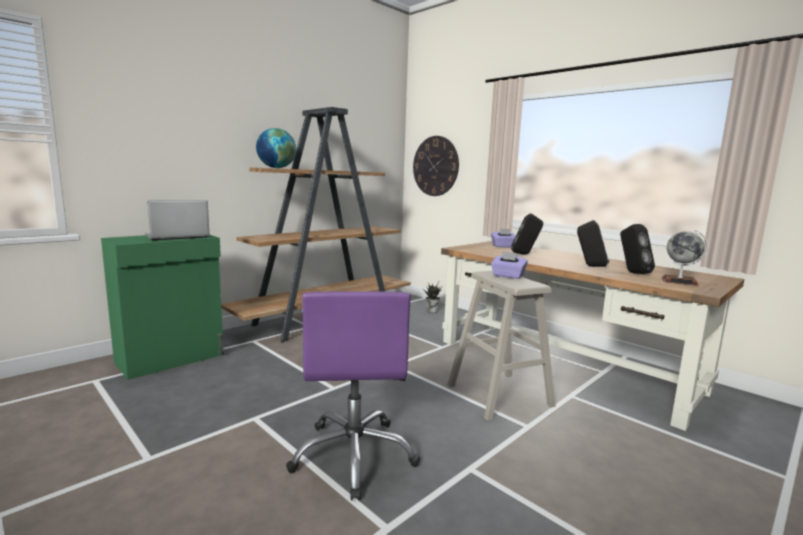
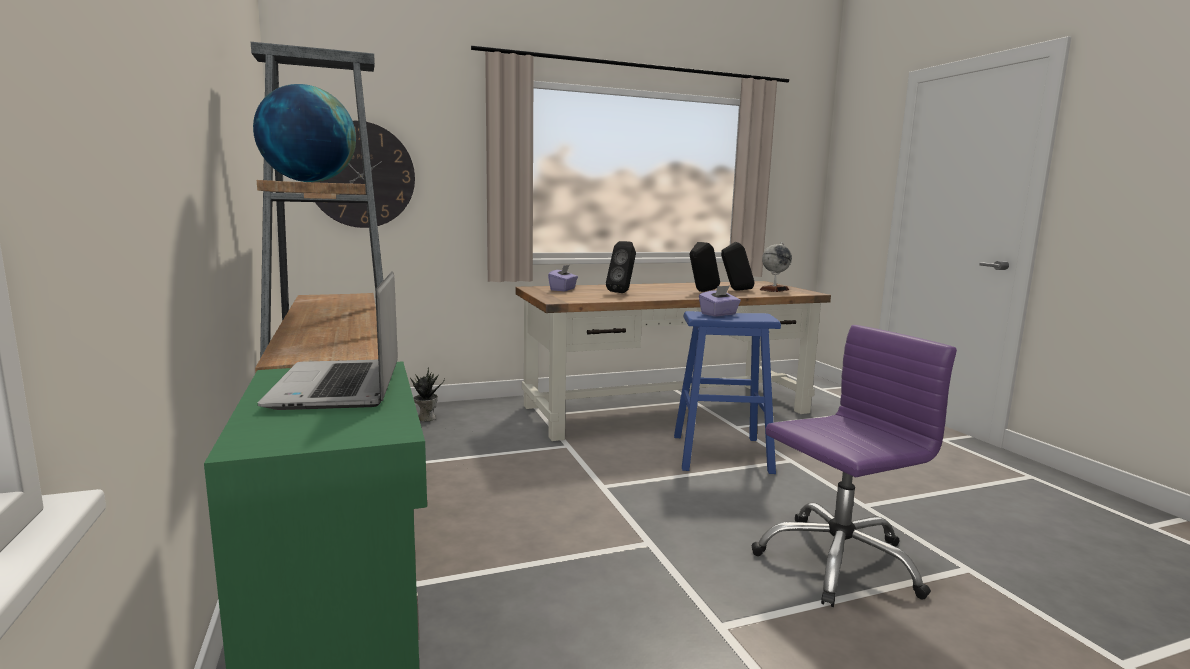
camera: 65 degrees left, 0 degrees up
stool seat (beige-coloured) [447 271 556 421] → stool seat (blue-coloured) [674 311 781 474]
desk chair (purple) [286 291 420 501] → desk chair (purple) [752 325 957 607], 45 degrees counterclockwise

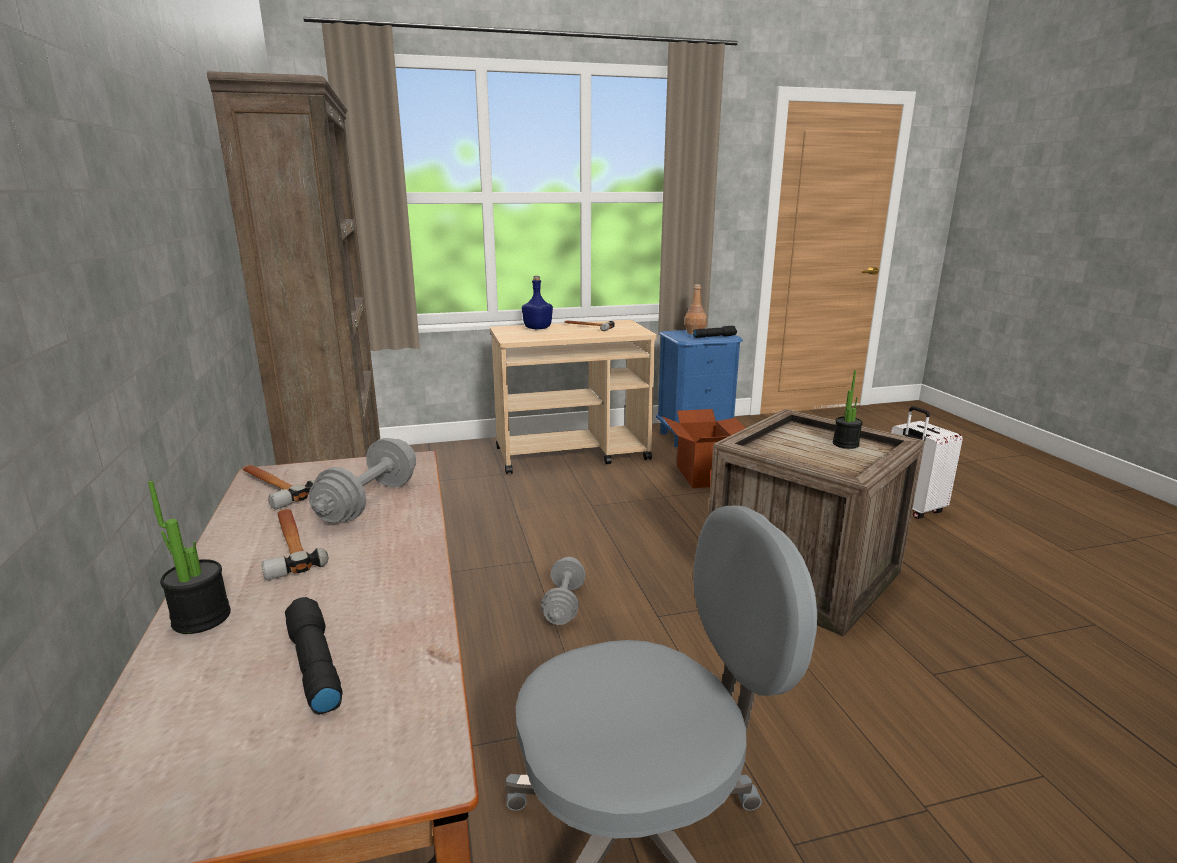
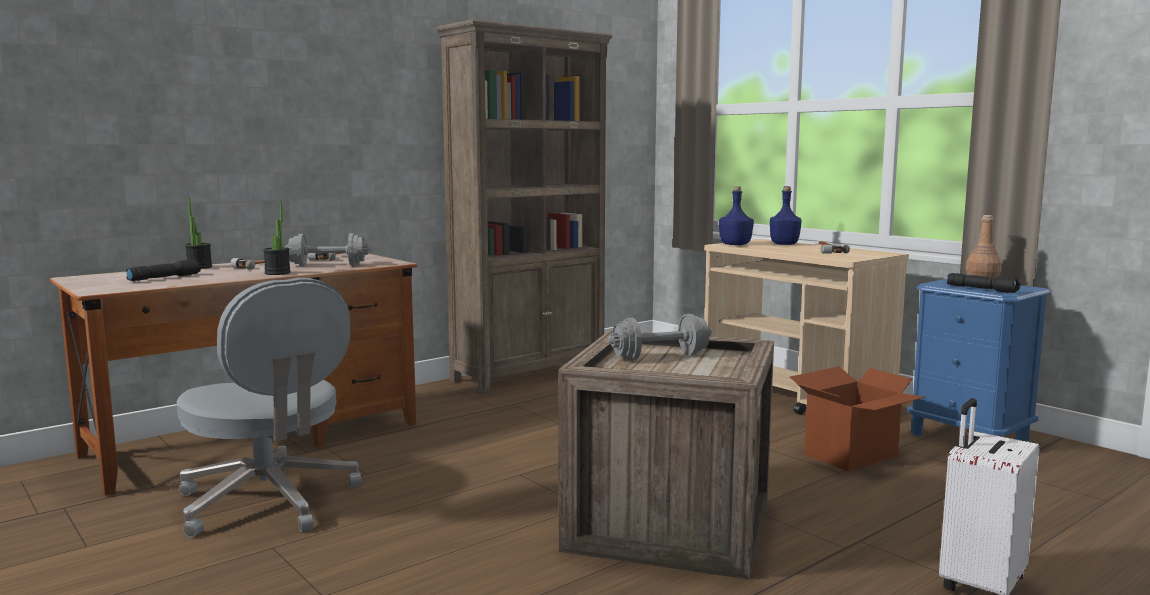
camera: 65 degrees right, 10 degrees down
houseplant [833 370 863 449] → houseplant [263 200 291 275], move
dumbbell (grey) [541 557 585 625] → dumbbell (grey) [608 314 712 360], move
- → drink bottle (blue-coloured) [719 186 754 245]

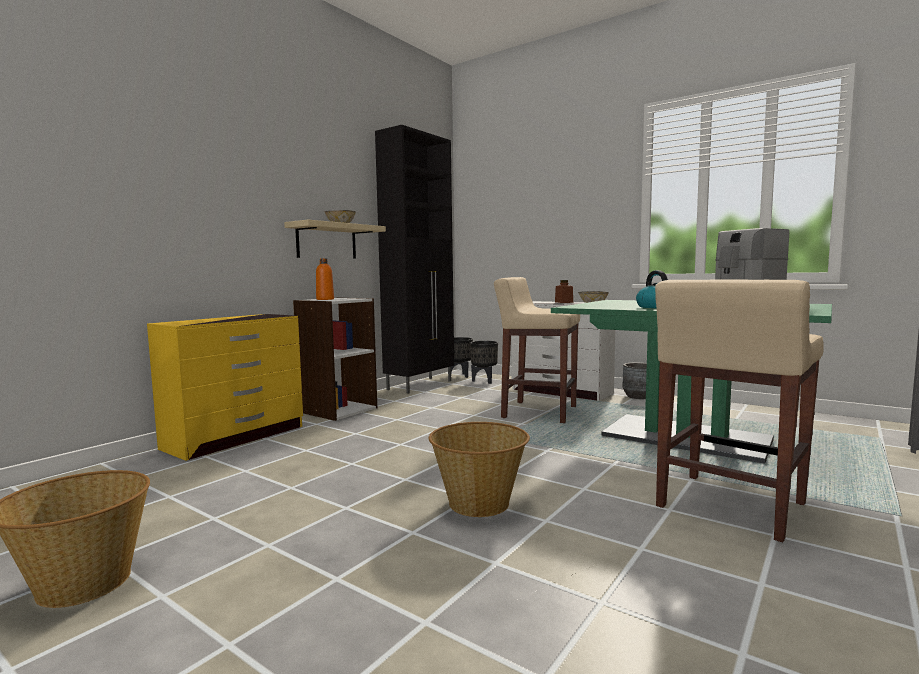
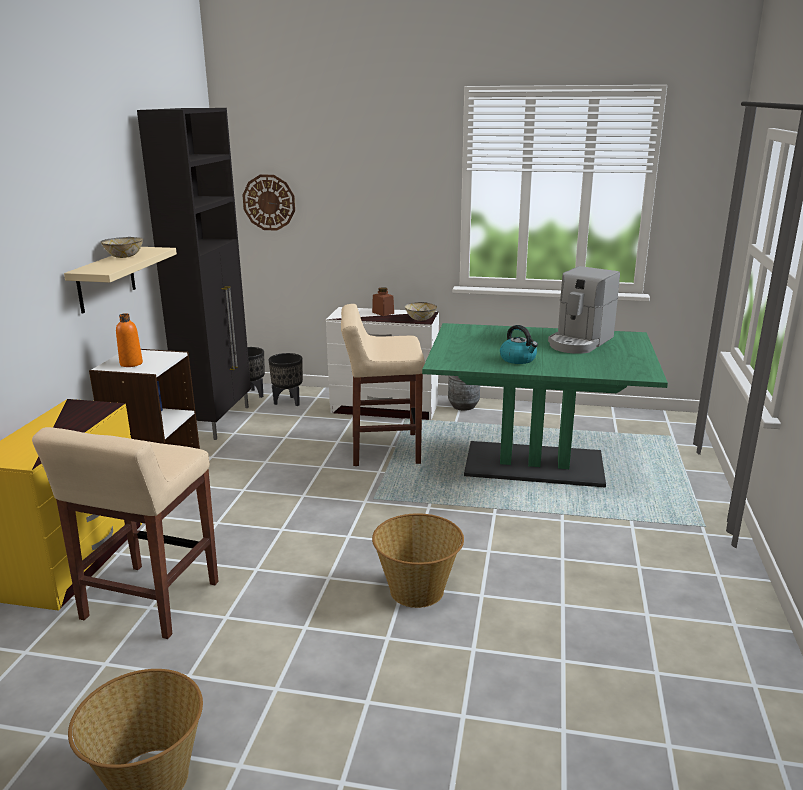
camera: 25 degrees left, 15 degrees up
stool seat (beige-coloured) [655 280 824 542] → stool seat (beige-coloured) [32 427 218 639], move
- → wall clock [242 175 295 231]

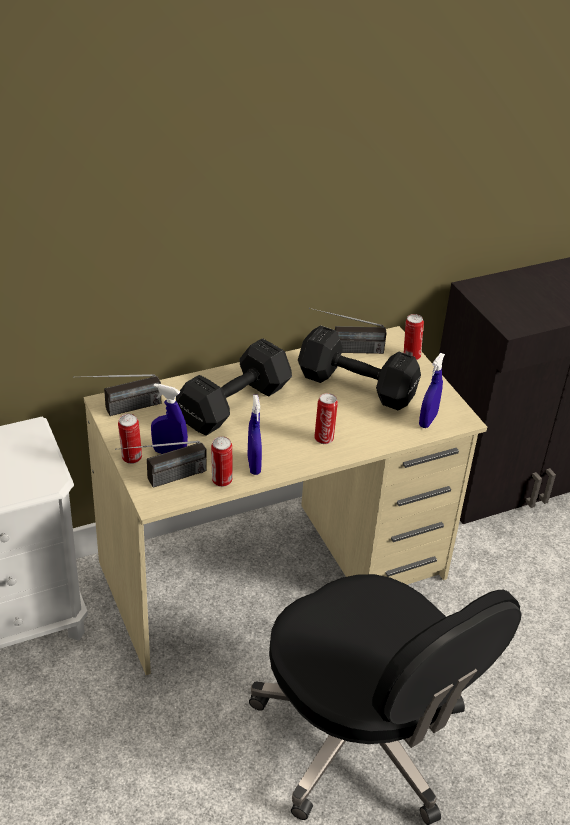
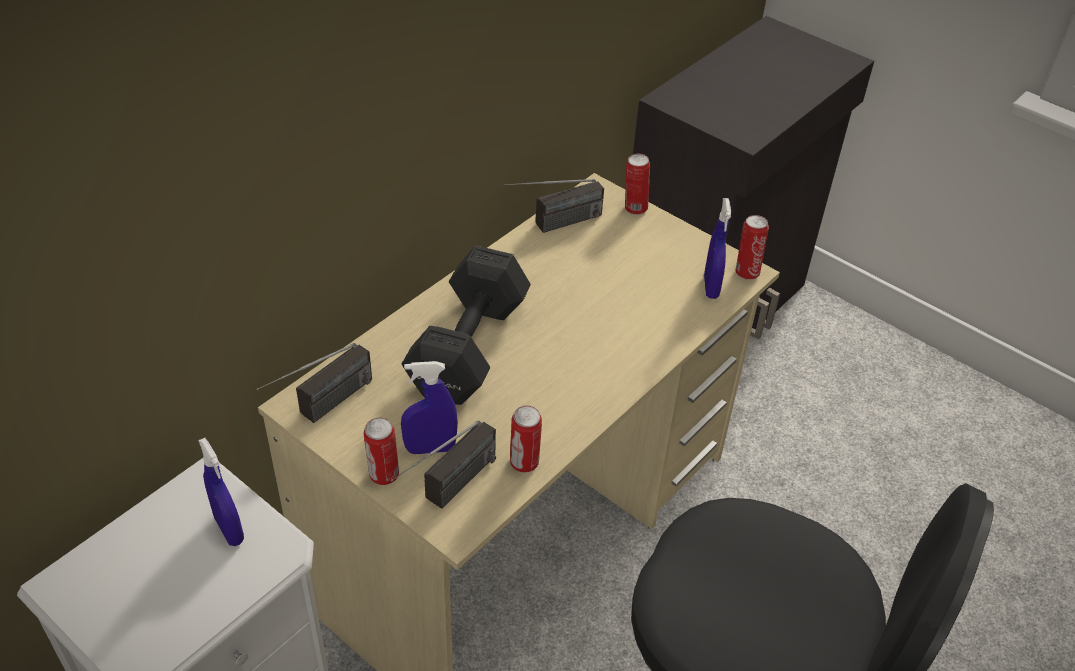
camera: 25 degrees left, 5 degrees up
dumbbell (black) [298 326 421 410] → -
sealed can [314 393 338 444] → sealed can [736 215 769 280], move
hand sprayer (blue-coloured) [247 395 262 475] → hand sprayer (blue-coloured) [198 438 244 546], move

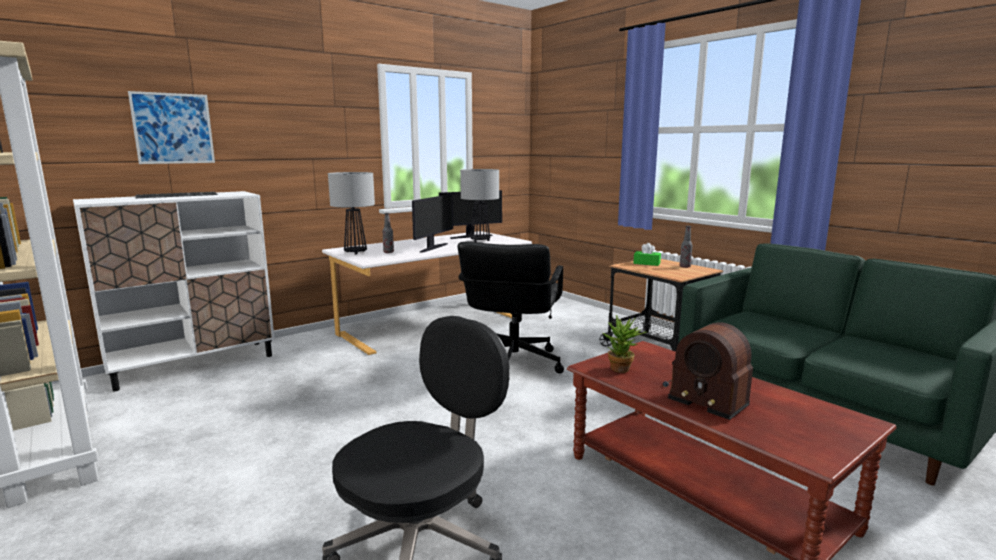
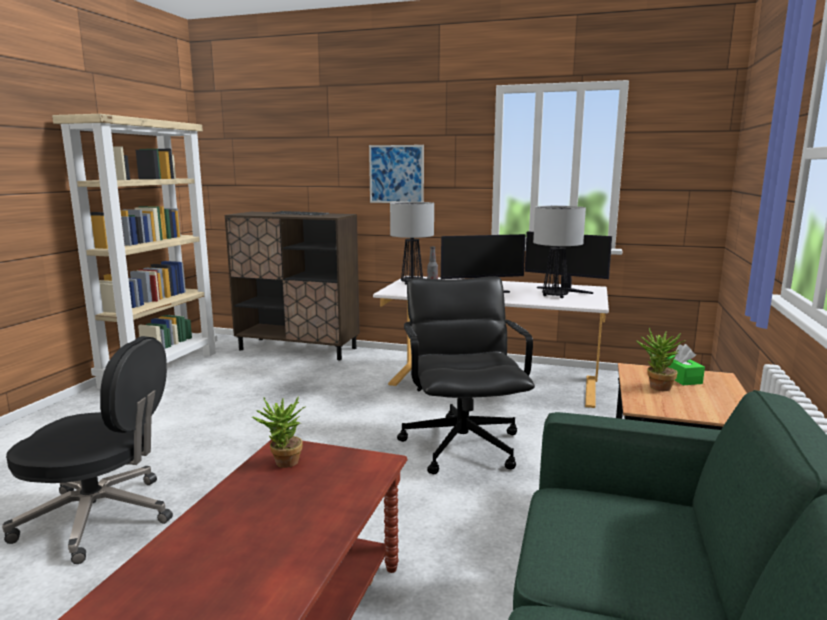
camera: 55 degrees right, 0 degrees up
wall picture [128 91 215 164] → wall picture [369 145 424 203], move
cupboard (whitish) [73 191 275 391] → cupboard (brownish) [225 212 360 360]
drink bottle [680 226 692 268] → -
desk chair (black) [458 241 564 373] → desk chair (black) [397 277 535 474], 105 degrees clockwise
radio [663 322 753 420] → -
- → houseplant [637 328 685 391]

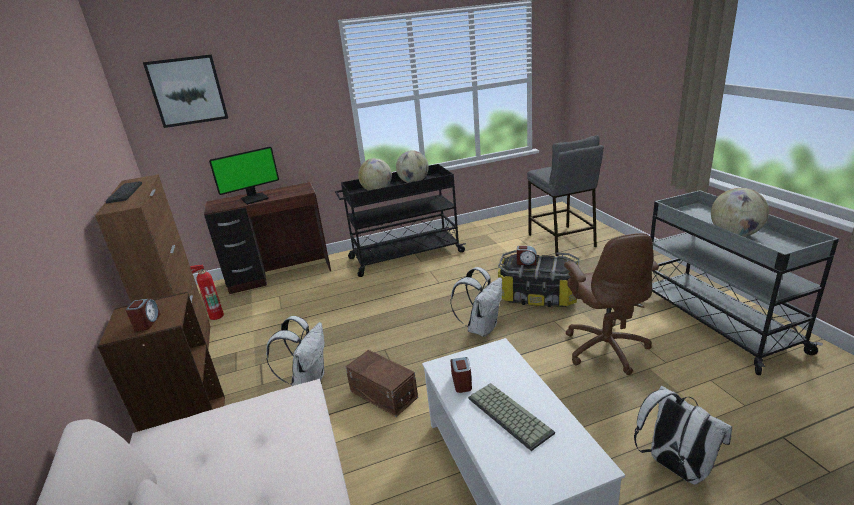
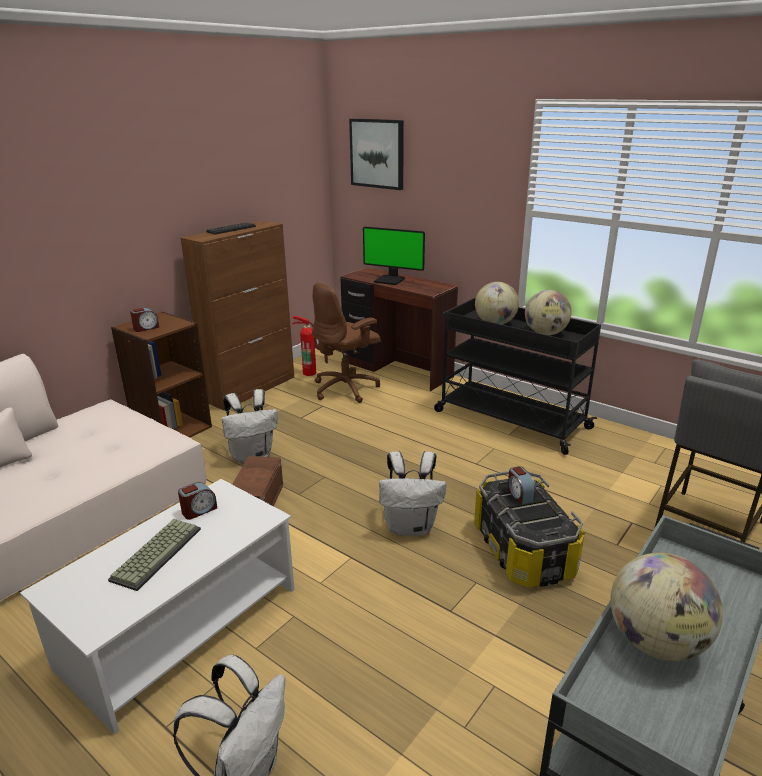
camera: 55 degrees right, 0 degrees up
desk chair (brownish) [564 233 659 375] → desk chair (brownish) [312 283 380 403], move

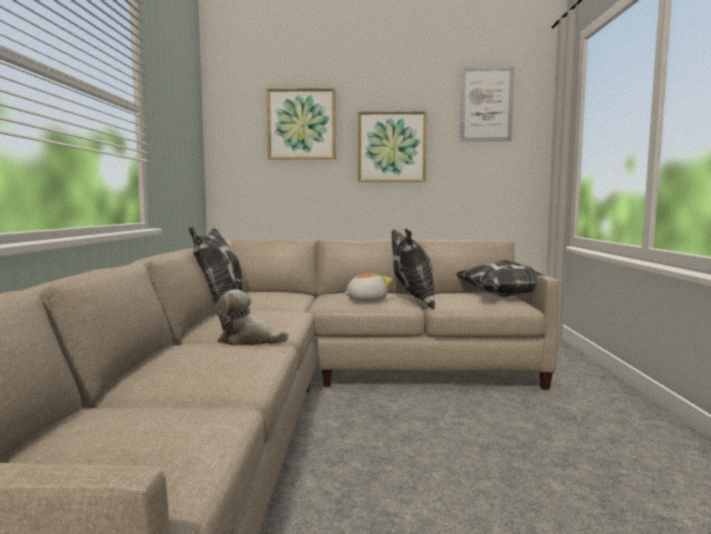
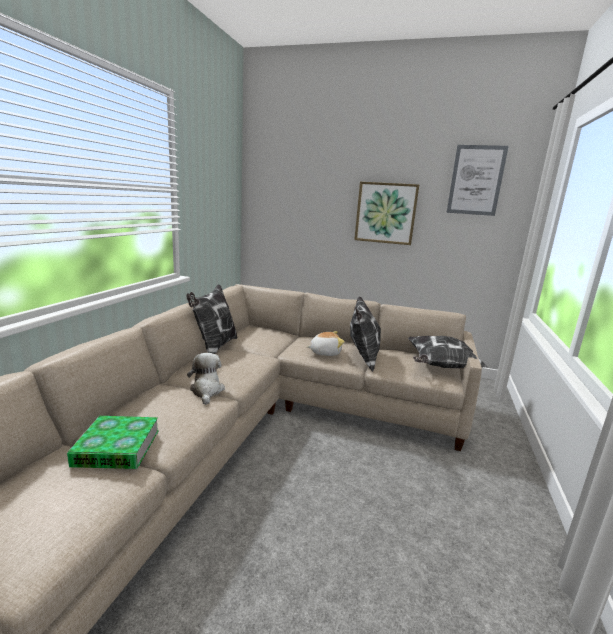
camera: 15 degrees right, 10 degrees up
wall picture [267 88 336 159] → -
plush toy [215 289 288 346] → plush toy [187 353 225 405], 45 degrees clockwise
- → bound book [67 416 159 469]

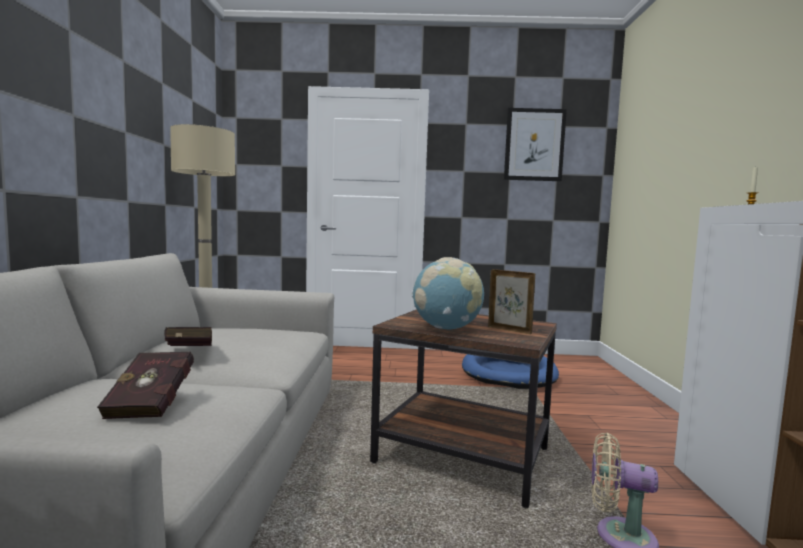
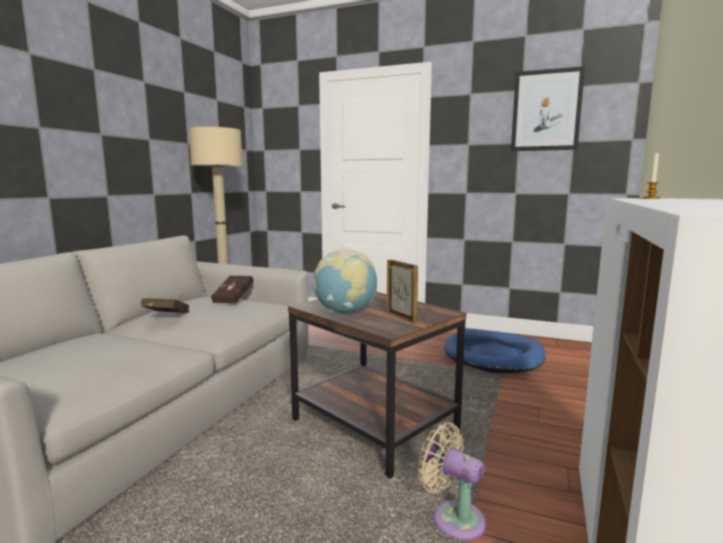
camera: 20 degrees right, 5 degrees up
bound book (red-coloured) [97 352 194 419] → bound book (red-coloured) [211 276 254 303], move

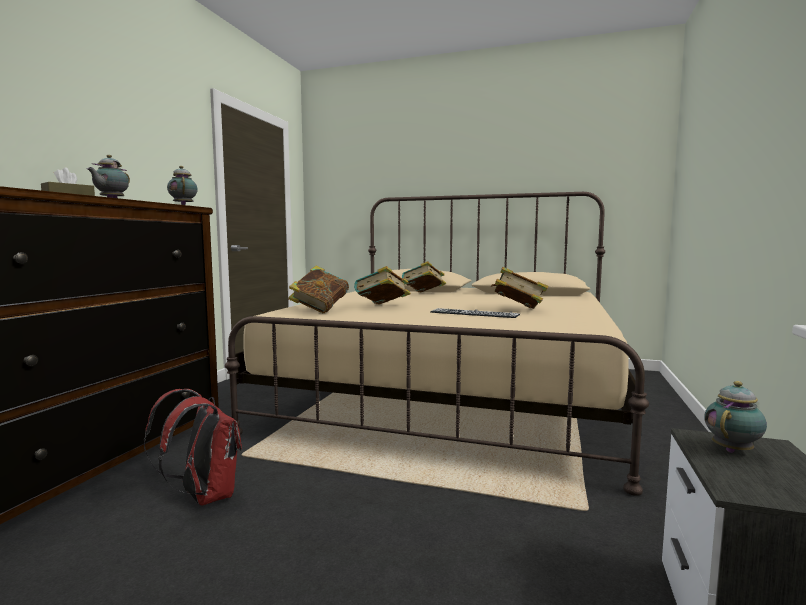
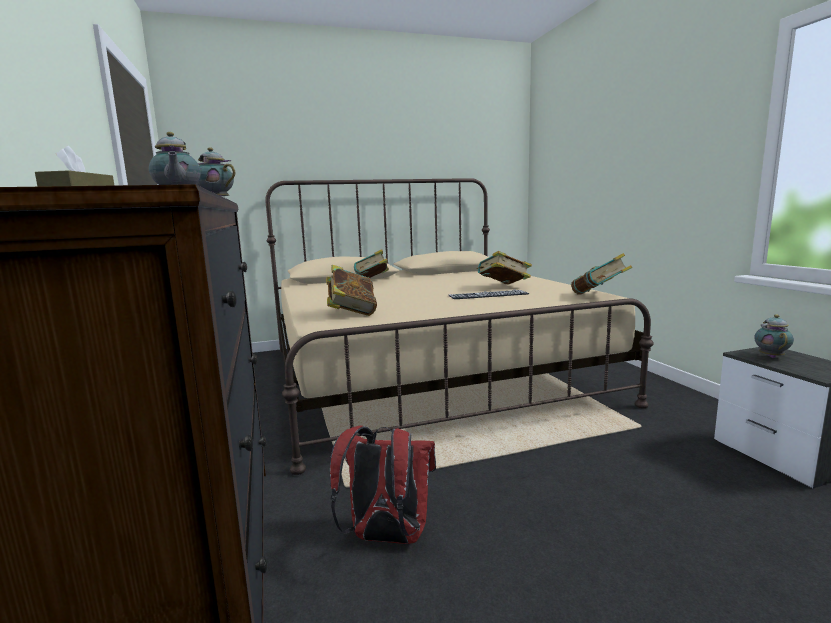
camera: 35 degrees left, 5 degrees up
bound book [354 266 411 305] → bound book [571 253 632 295], move

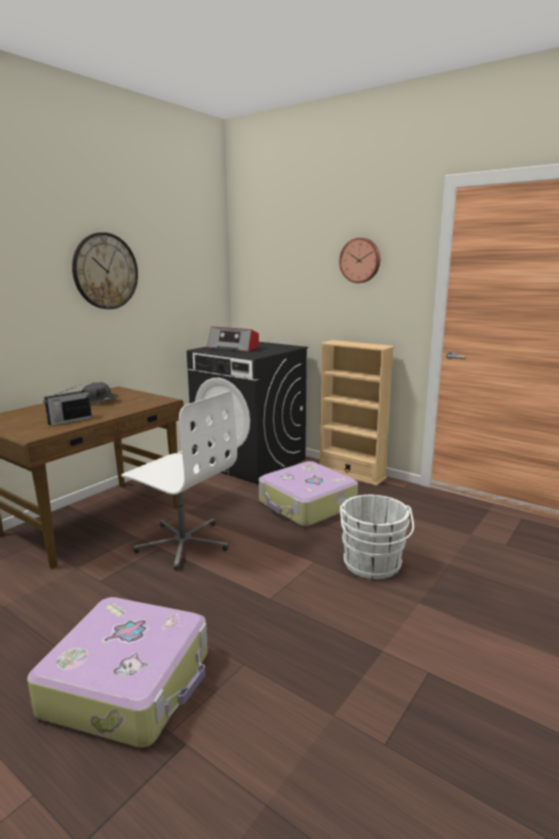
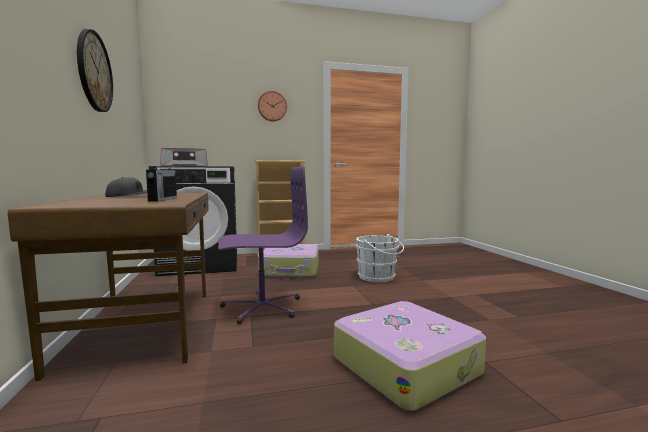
camera: 50 degrees left, 10 degrees down
desk chair (whitish) [121 391 237 570] → desk chair (purple) [218 166 308 324]

